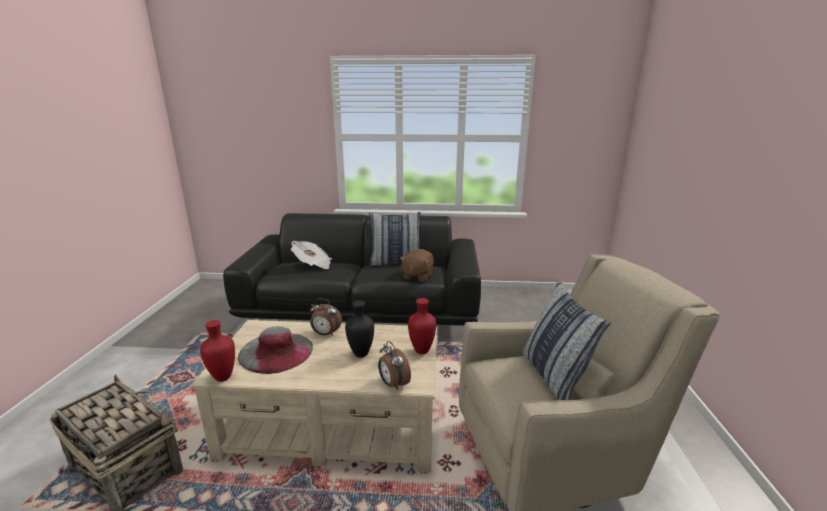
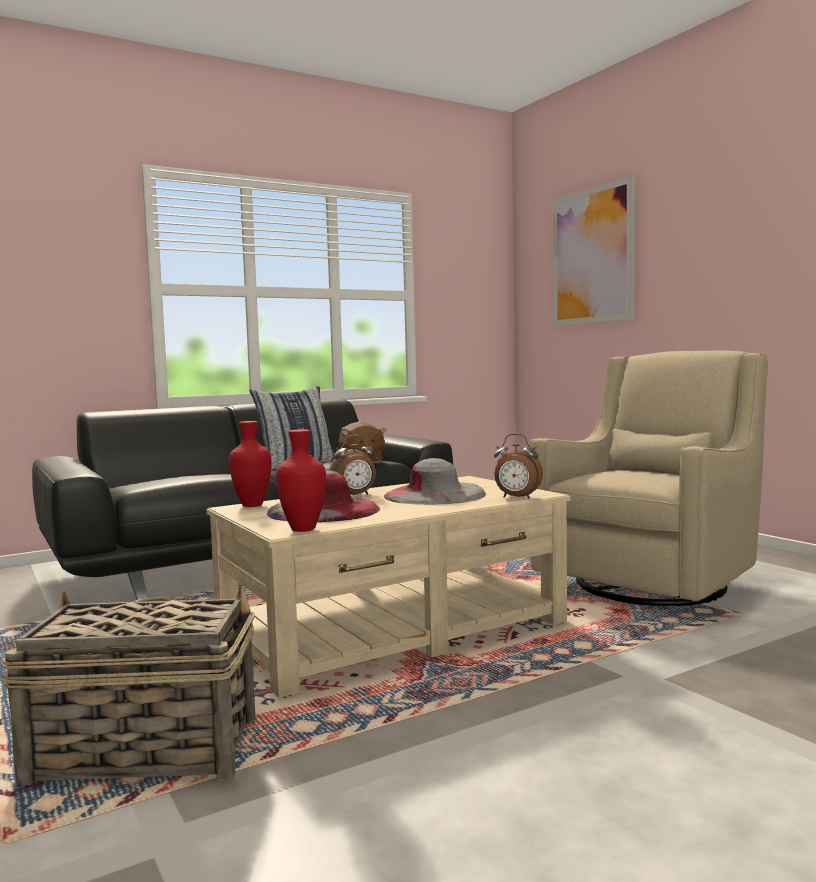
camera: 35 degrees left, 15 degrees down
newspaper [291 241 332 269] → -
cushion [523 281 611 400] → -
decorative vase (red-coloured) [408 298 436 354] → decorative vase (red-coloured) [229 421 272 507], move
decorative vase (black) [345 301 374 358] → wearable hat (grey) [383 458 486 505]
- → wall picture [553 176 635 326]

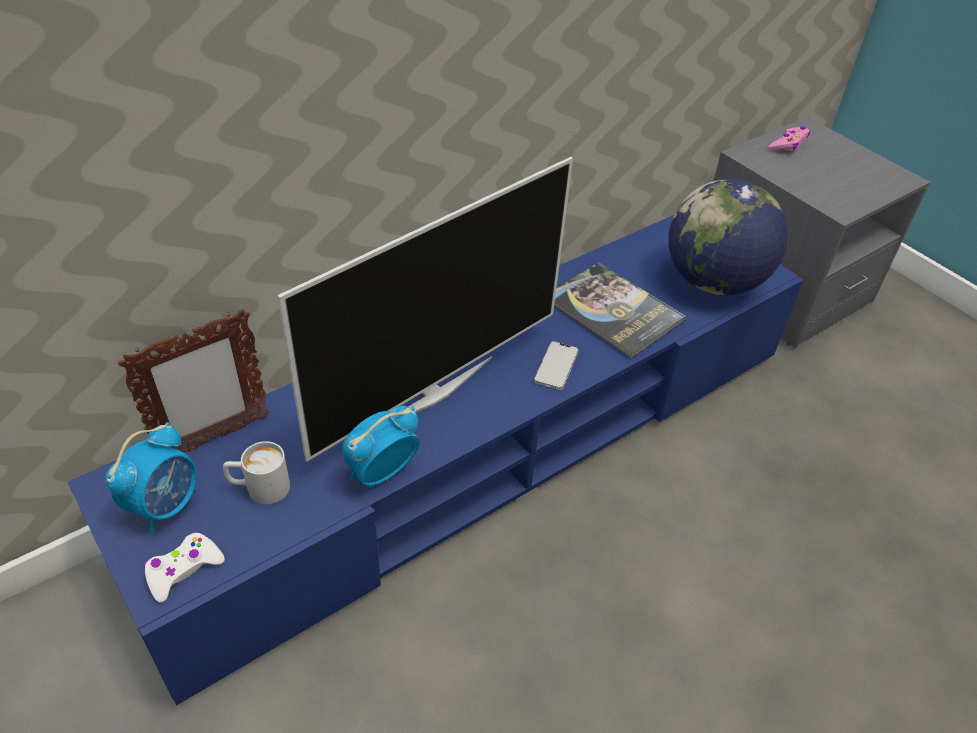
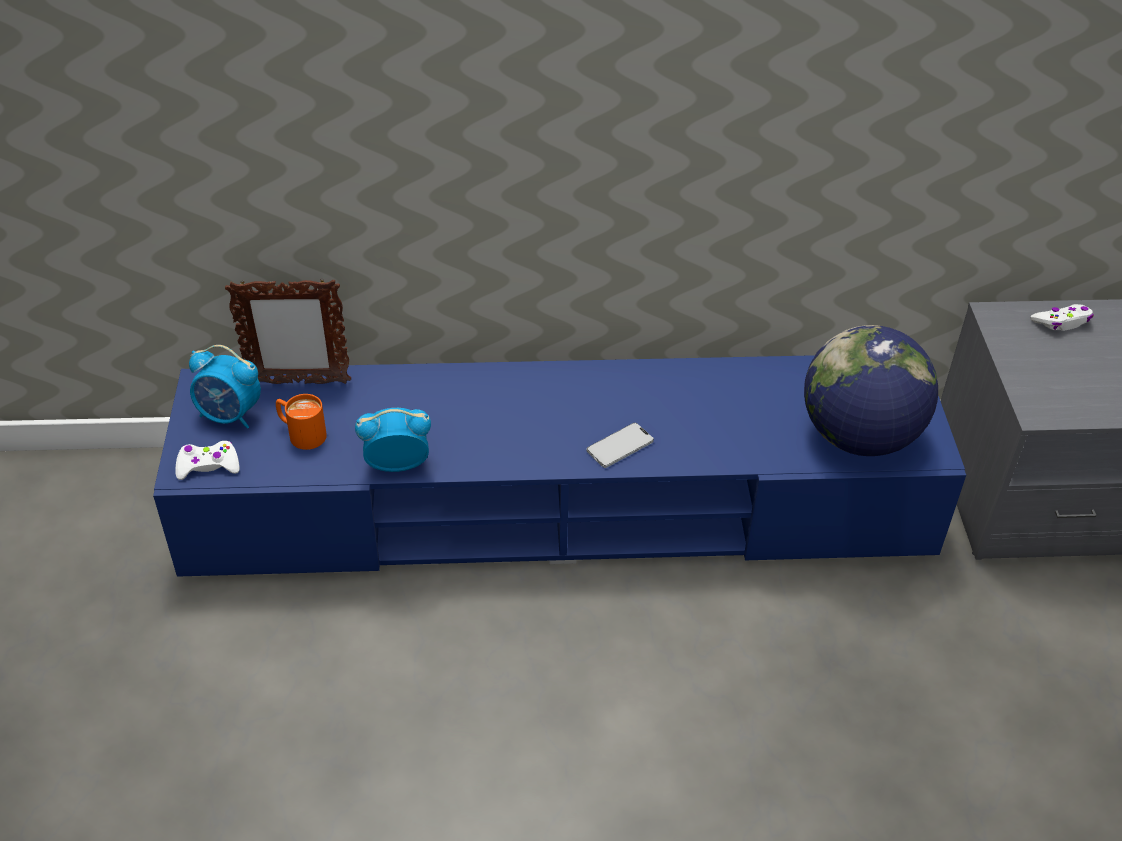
camera: 35 degrees right, 0 degrees up
gamepad (pink-coloured) [768 126 810 151] → gamepad (whitish) [1030 304 1094 331]
TV [277 157 573 461] → -
bound book [554 262 686 358] → -
table clock [105 422 197 535] → table clock [189 345 261 429], 45 degrees clockwise
coffee mug (whitish) [223 441 290 504] → coffee mug (orange-coloured) [276 394 327 450]

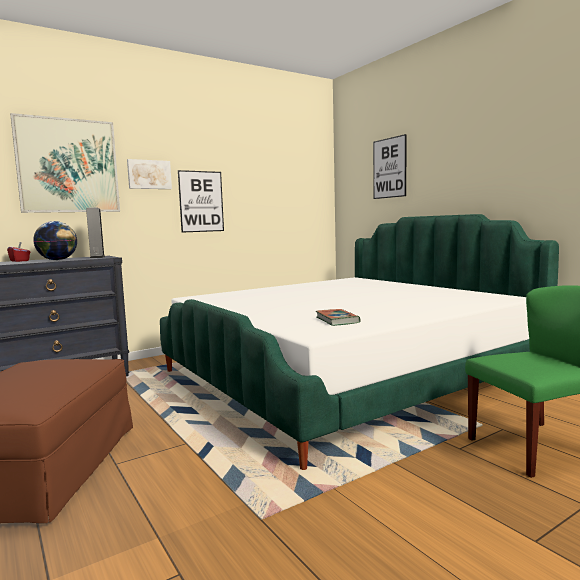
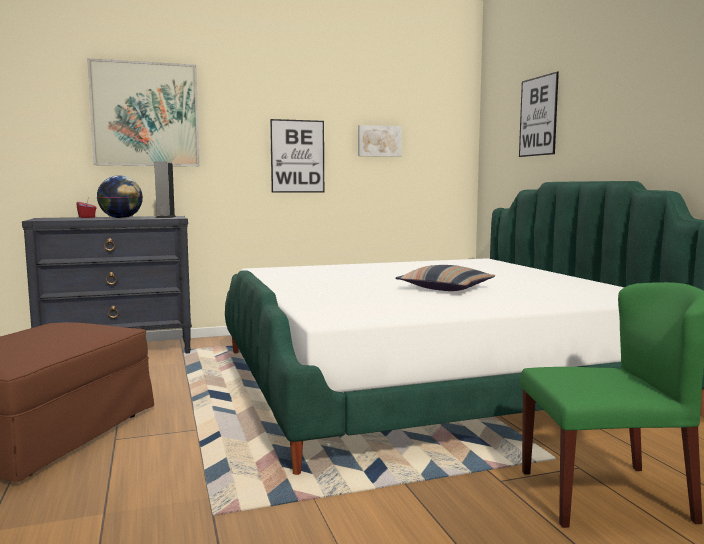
camera: 15 degrees right, 0 degrees up
wall picture [127 159 172 189] → wall picture [358 125 402 157], move
bound book [316 309 360 326] → -
- → cushion [395 265 496 291]

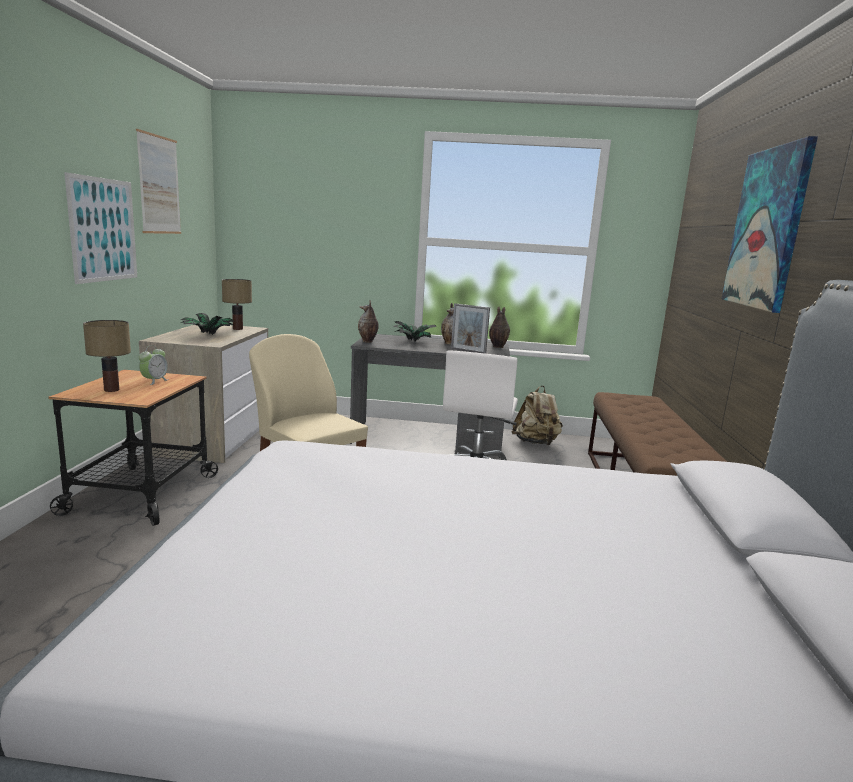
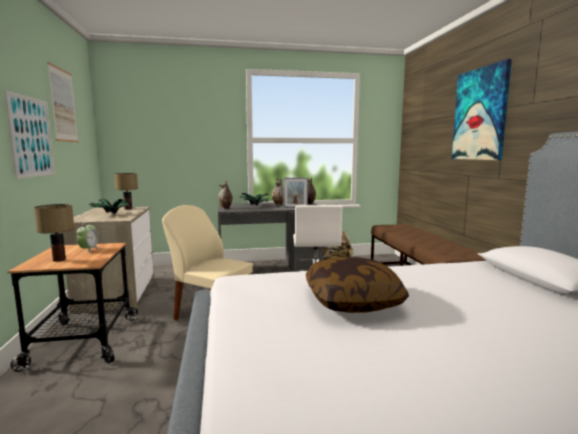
camera: 15 degrees left, 5 degrees down
- → cushion [306 257 409 313]

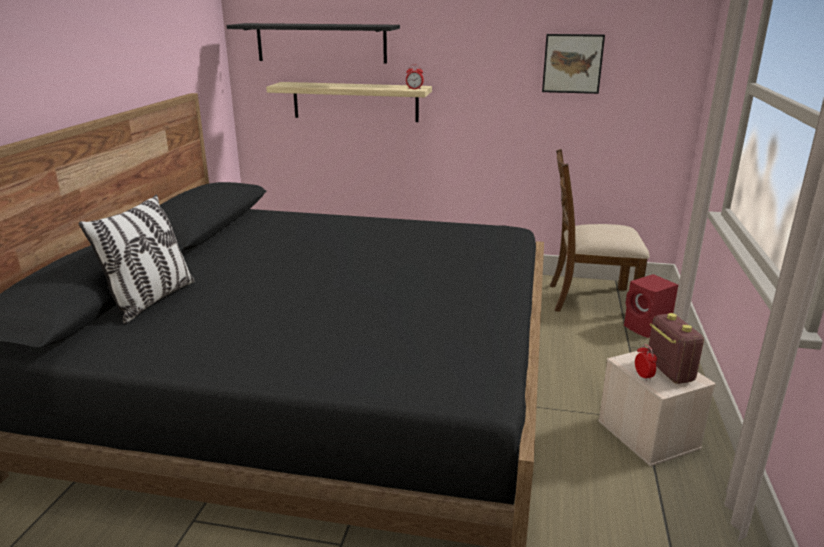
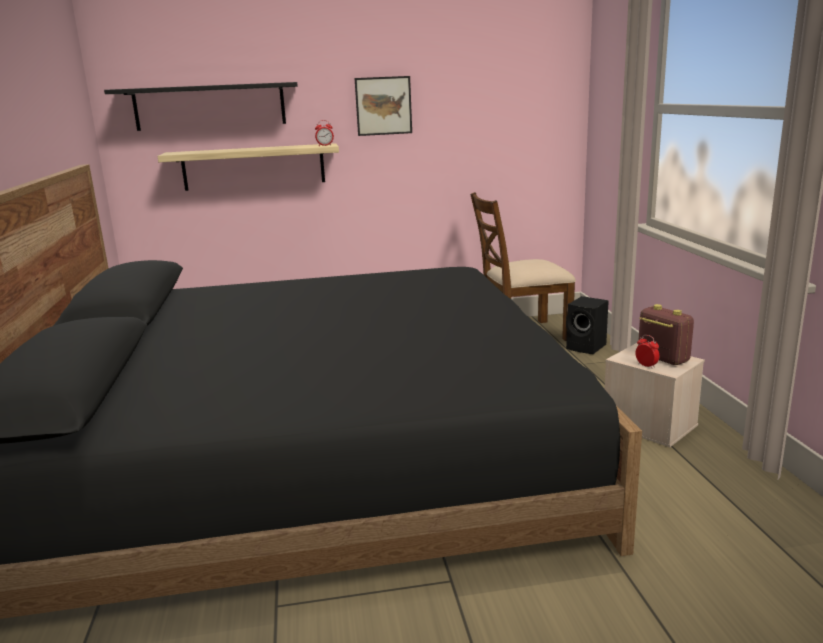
camera: 20 degrees left, 5 degrees down
wall picture [542 34 605 94] → wall picture [355 76 412 136], move
cushion [79 195 195 324] → -
loudspeaker (red-coloured) [624 274 678 338] → loudspeaker (black) [566 296 609 354]

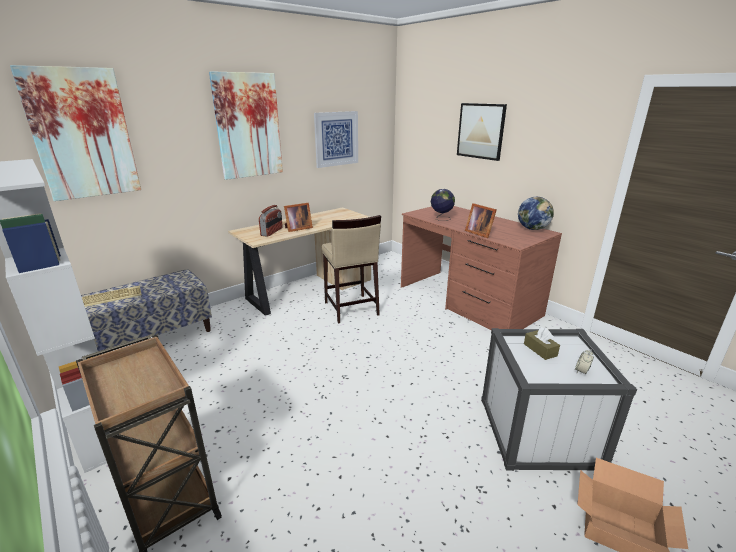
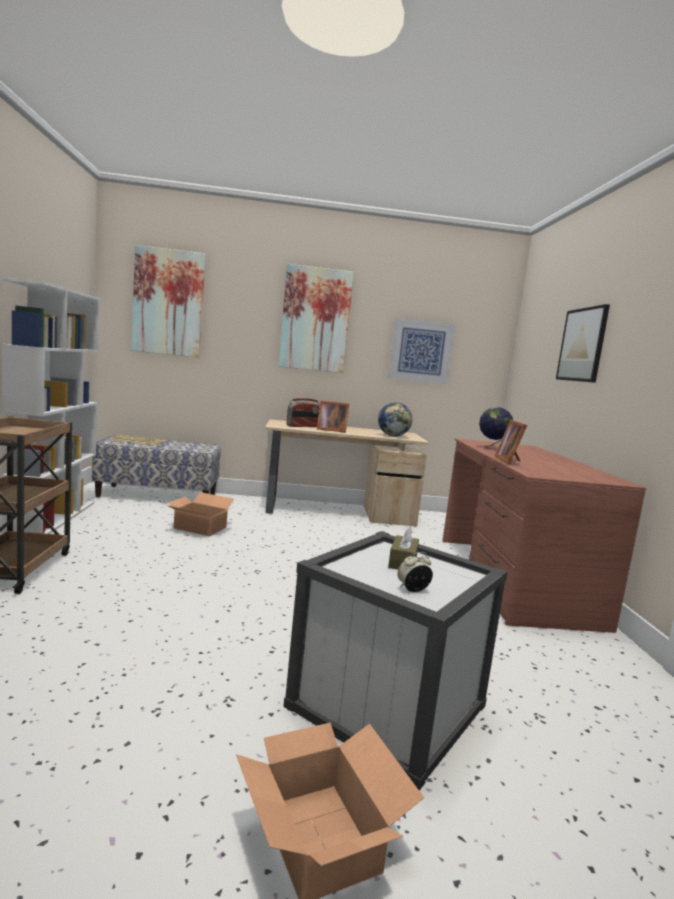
camera: 35 degrees right, 15 degrees down
world globe [518 197 554 230] → world globe [378 402 412 436], move
stool seat (beige-coloured) [322 215 381 323] → -
- → cardboard box [167 492 234 536]

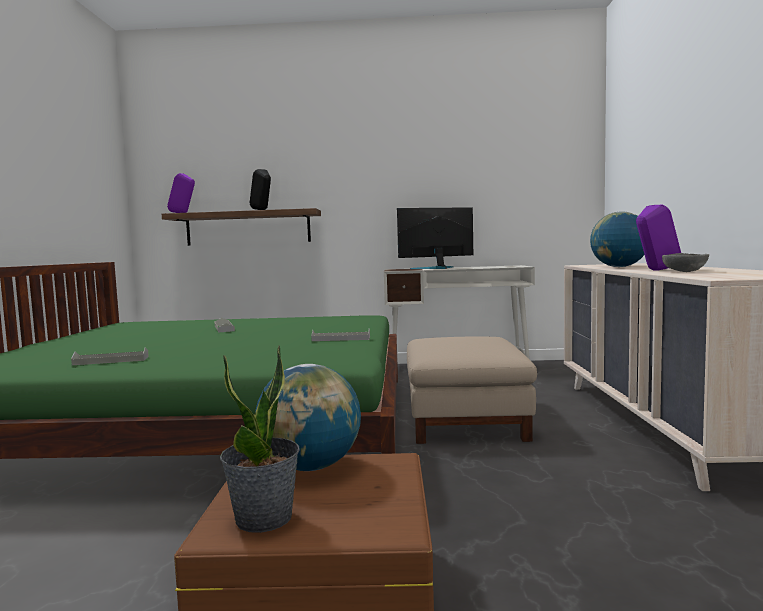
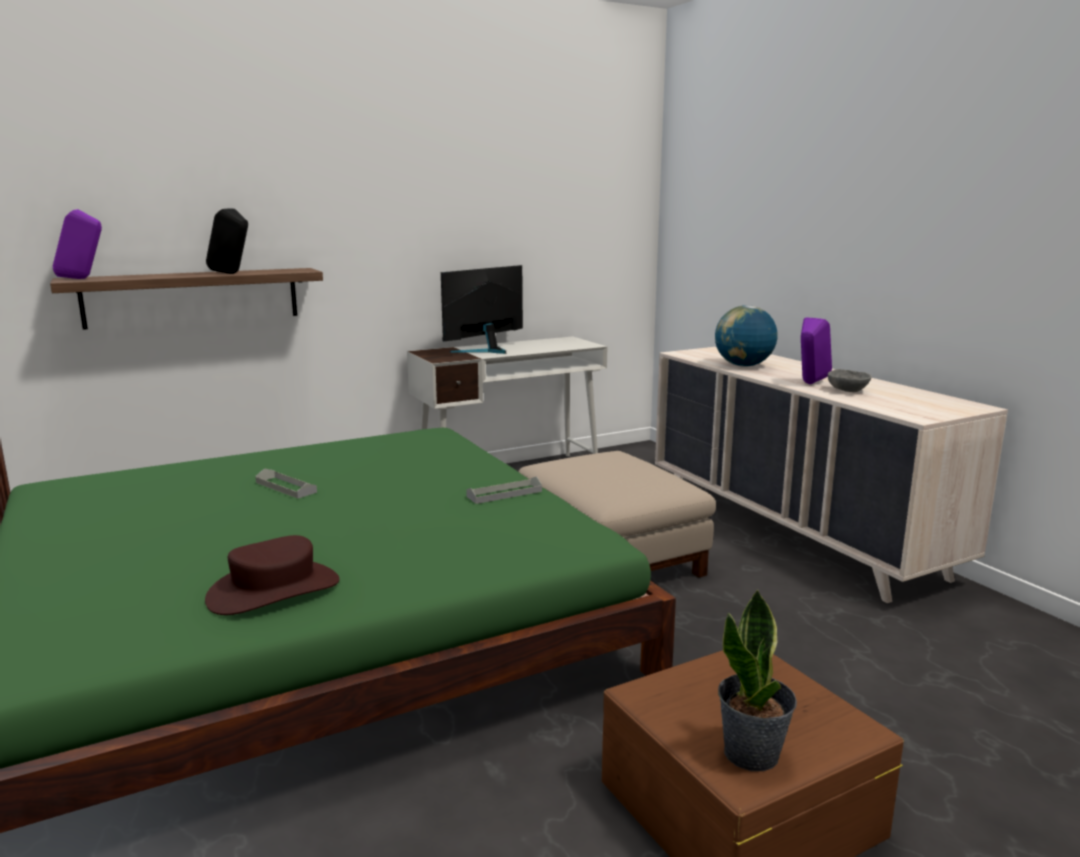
camera: 30 degrees left, 10 degrees up
carrying tray (grey) [71 347 149 365] → wearable hat (brownish) [205 535 339 615]
world globe [255 364 361 471] → -

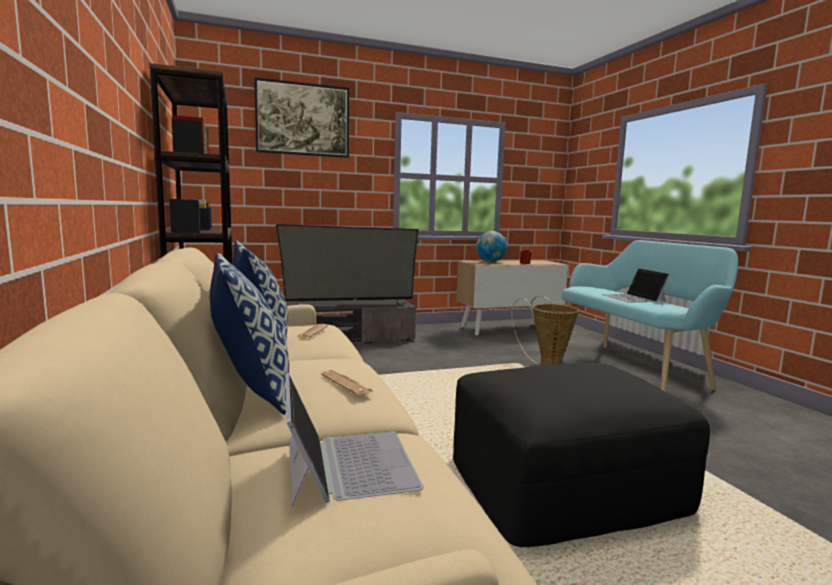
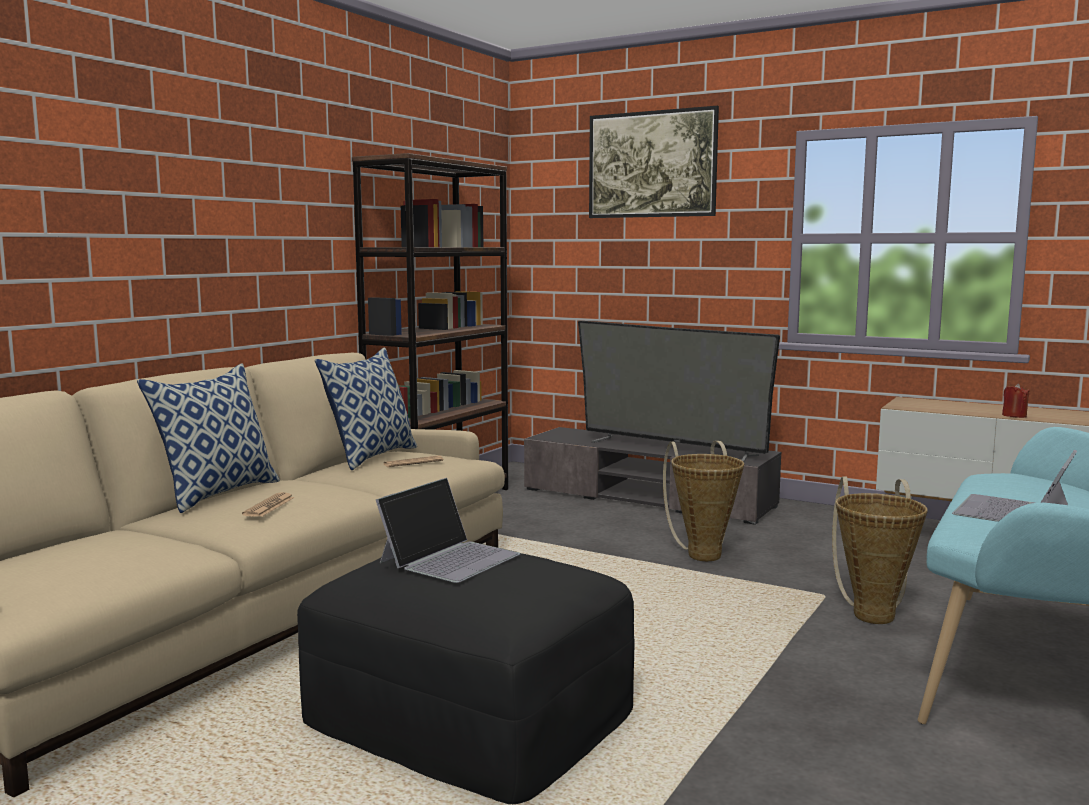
camera: 50 degrees right, 0 degrees up
world globe [476 231 507 262] → -
laptop [285 373 423 507] → laptop [376 478 521 583], move
- → storage basket [663 441 744 561]

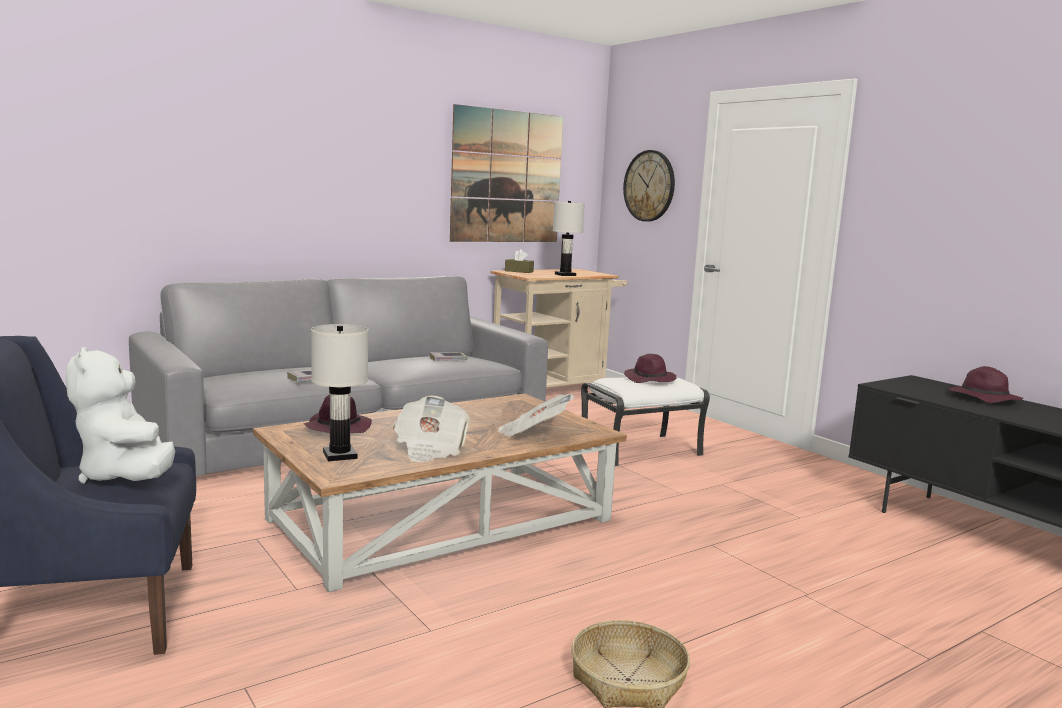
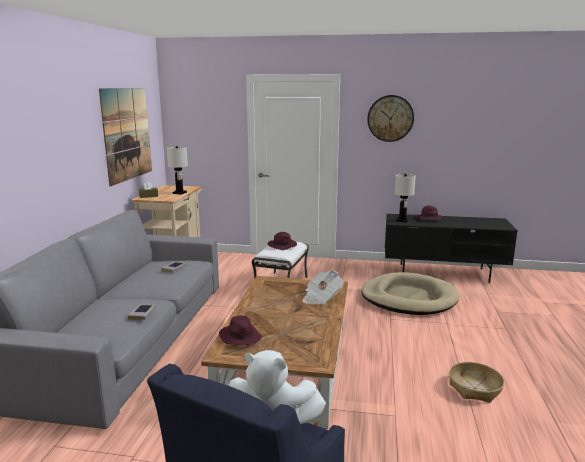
camera: 45 degrees left, 5 degrees up
wall clock [623 150 675 222] → wall clock [367 95 414 142], move
table lamp (whitish) [311 324 369 461] → table lamp (whitish) [394 174 416 222], move
newspaper [393 396 470 462] → -
- → pet bed (beige-coloured) [361 272 460 315]

